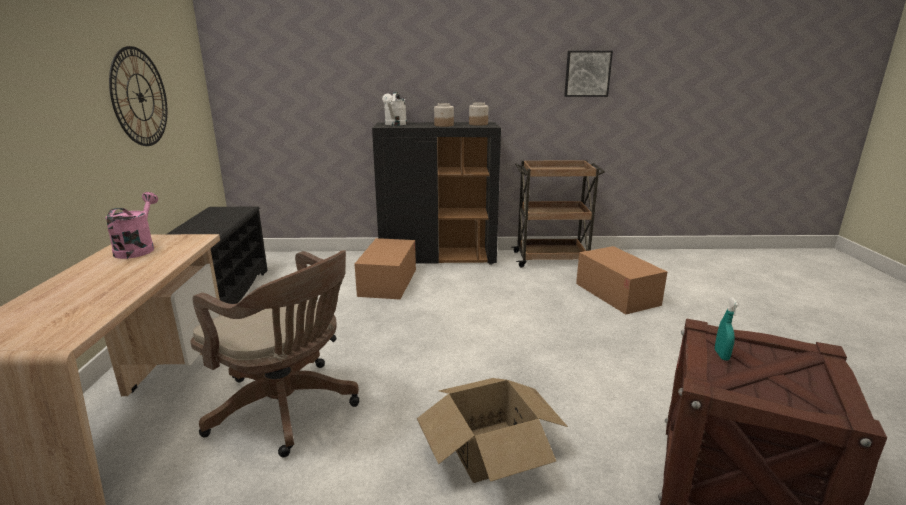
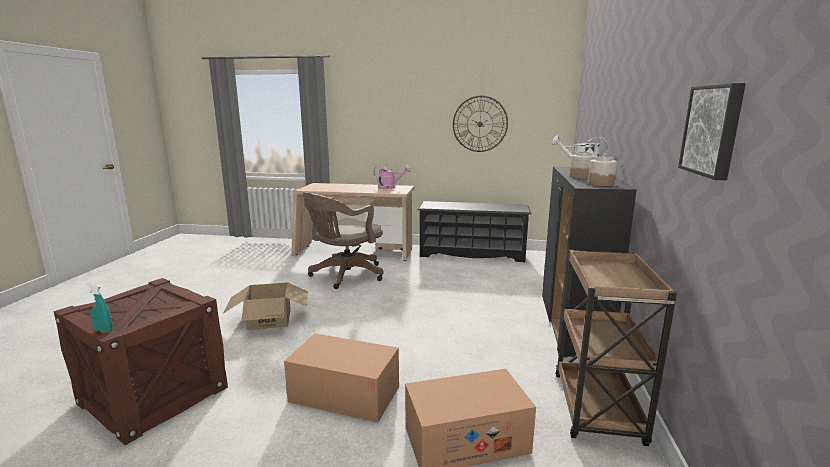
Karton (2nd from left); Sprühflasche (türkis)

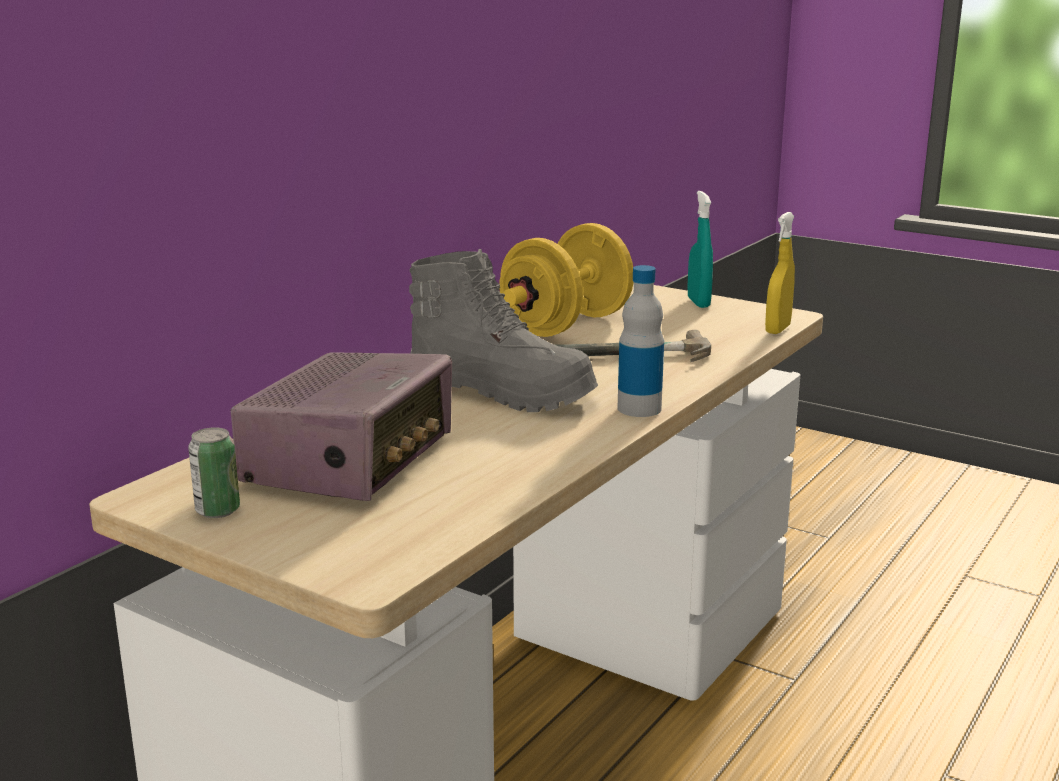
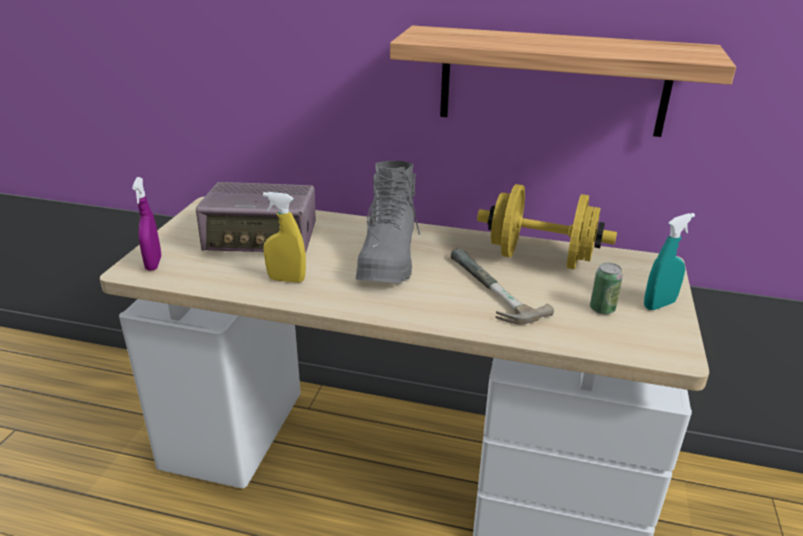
Flasche; Sprühflasche (lila); Wandregal; Dose; Sprühflasche (gelb)

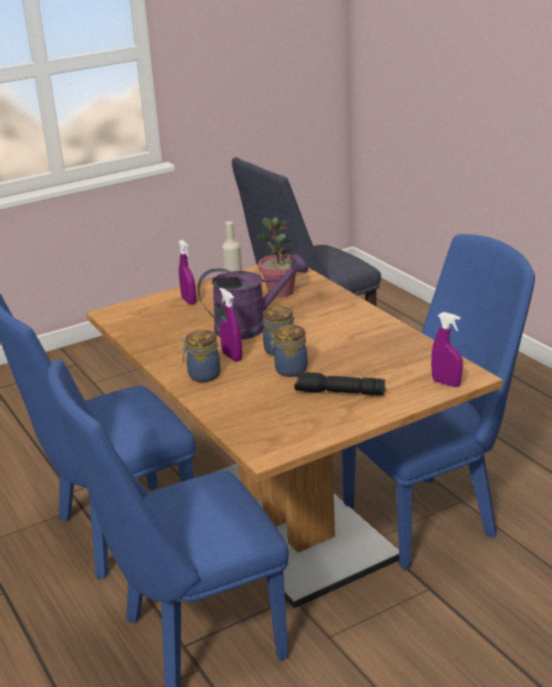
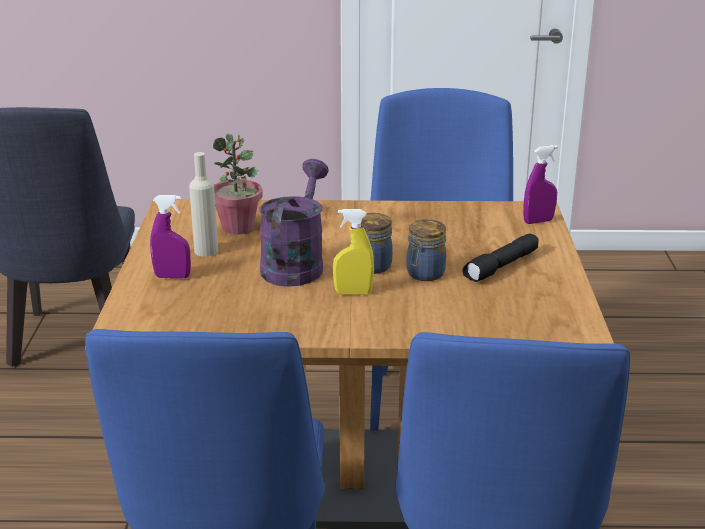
Vorratsglas (1st from left in the first image); Sprühflasche (gelb)

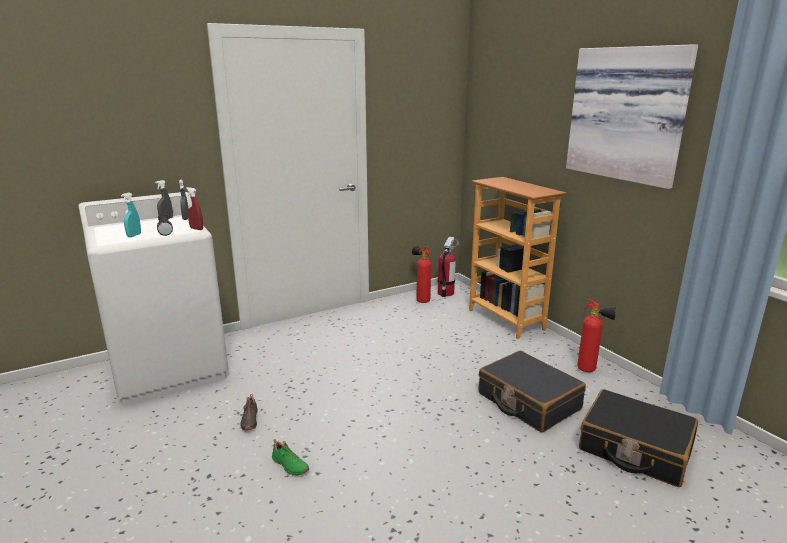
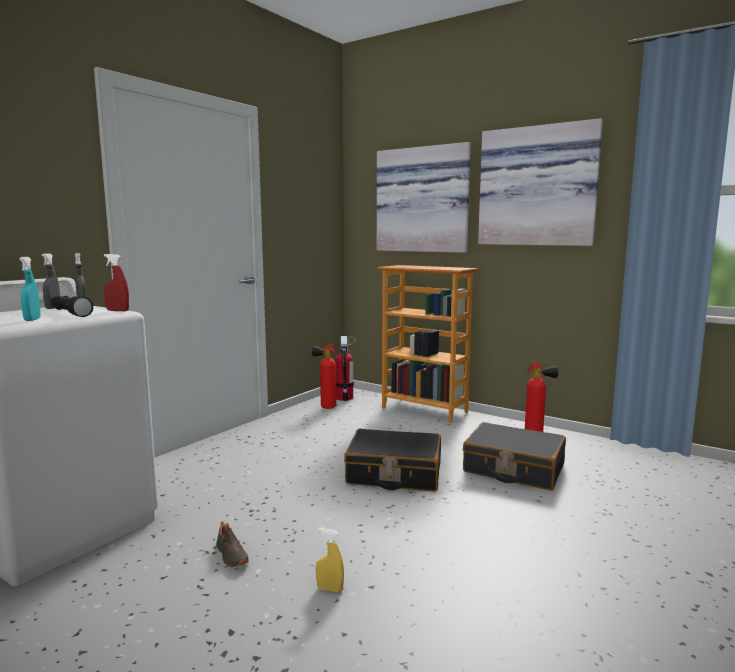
Bild (1st from left); Koffer (schwarz) (1st from left); Sprühflasche (gelb)

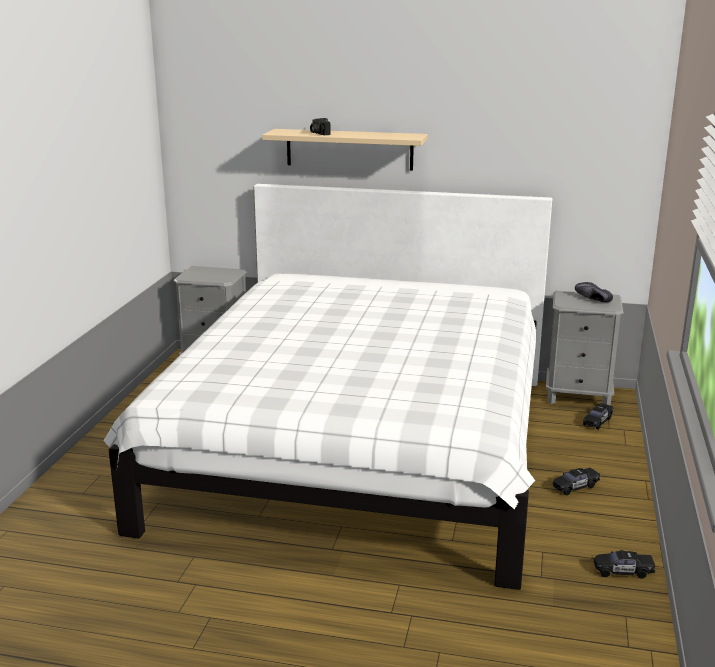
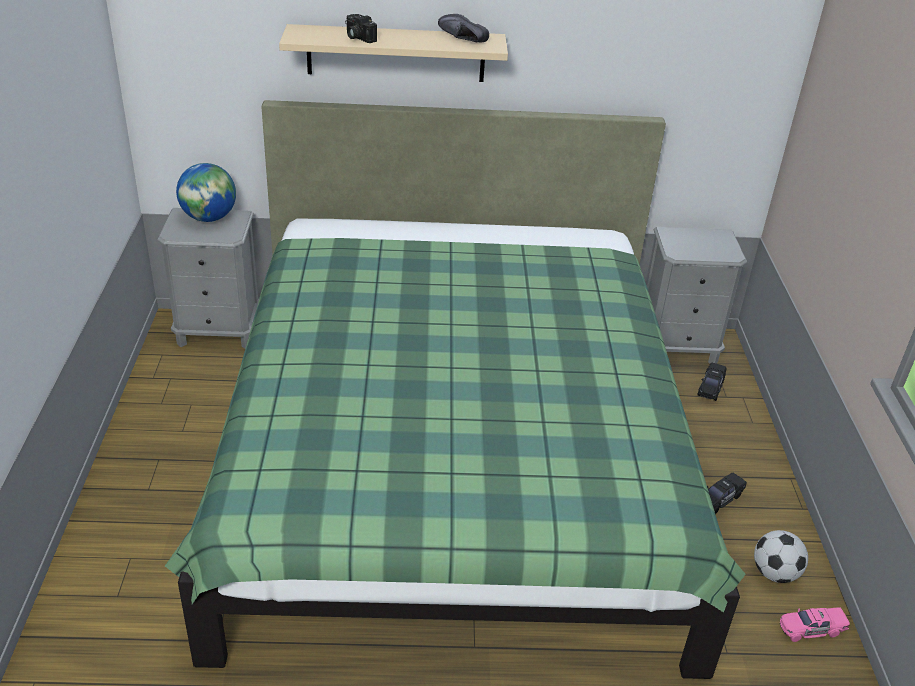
Globus; Fußball; Schuh (schwarz); Bett (grün); Spielzeugauto (rosa)

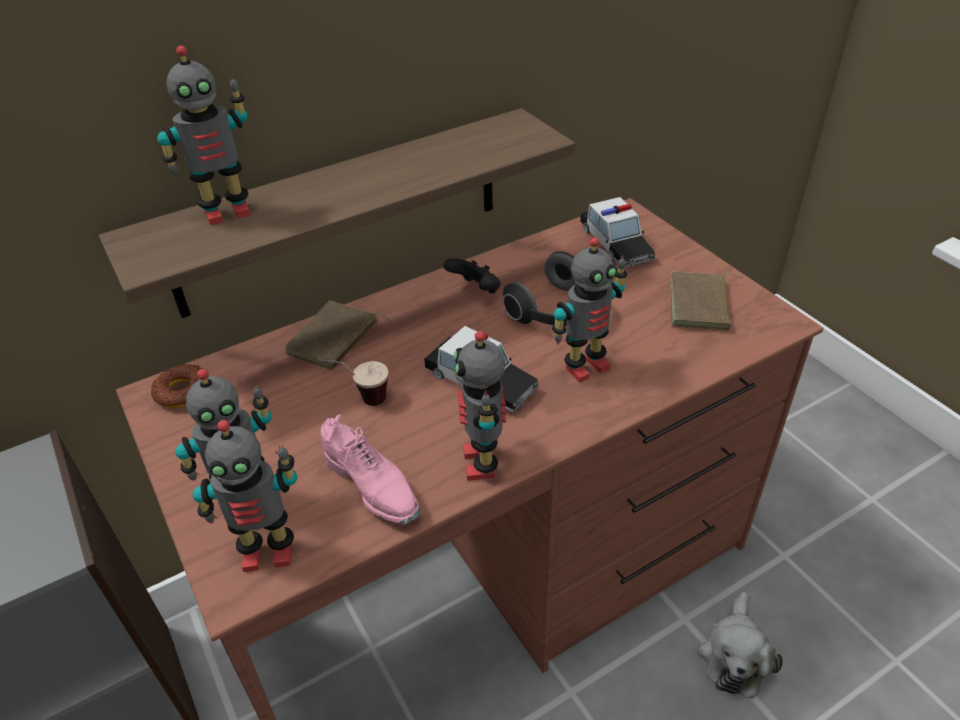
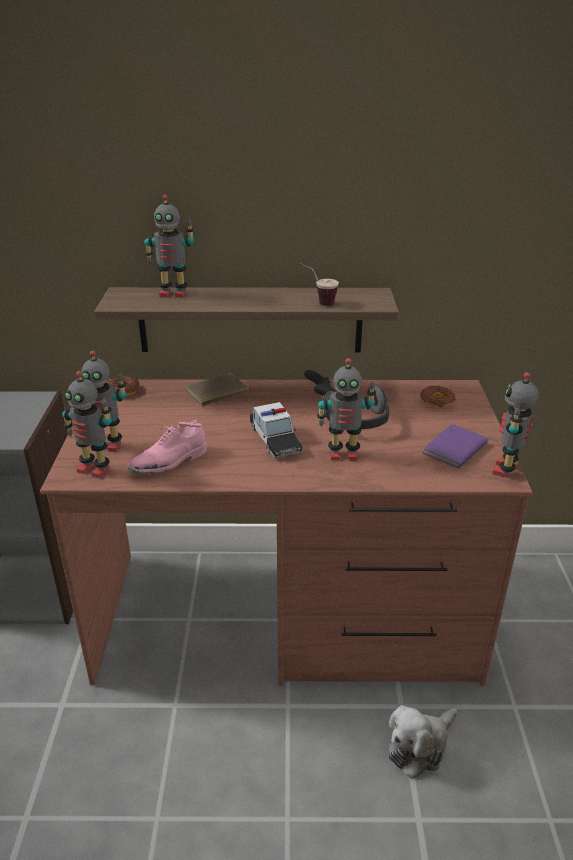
Tasse; Spielzeugroboter (5th from left); Donut (2nd from left); Buch (lila); Schuh (rosa)

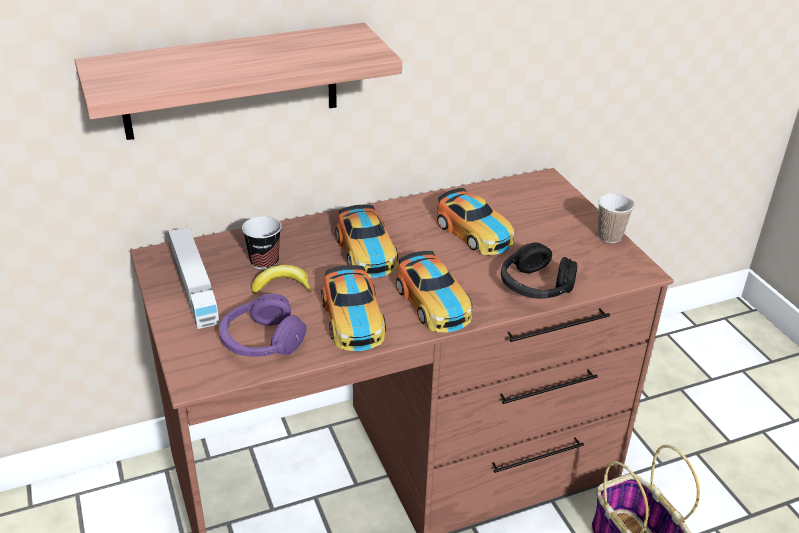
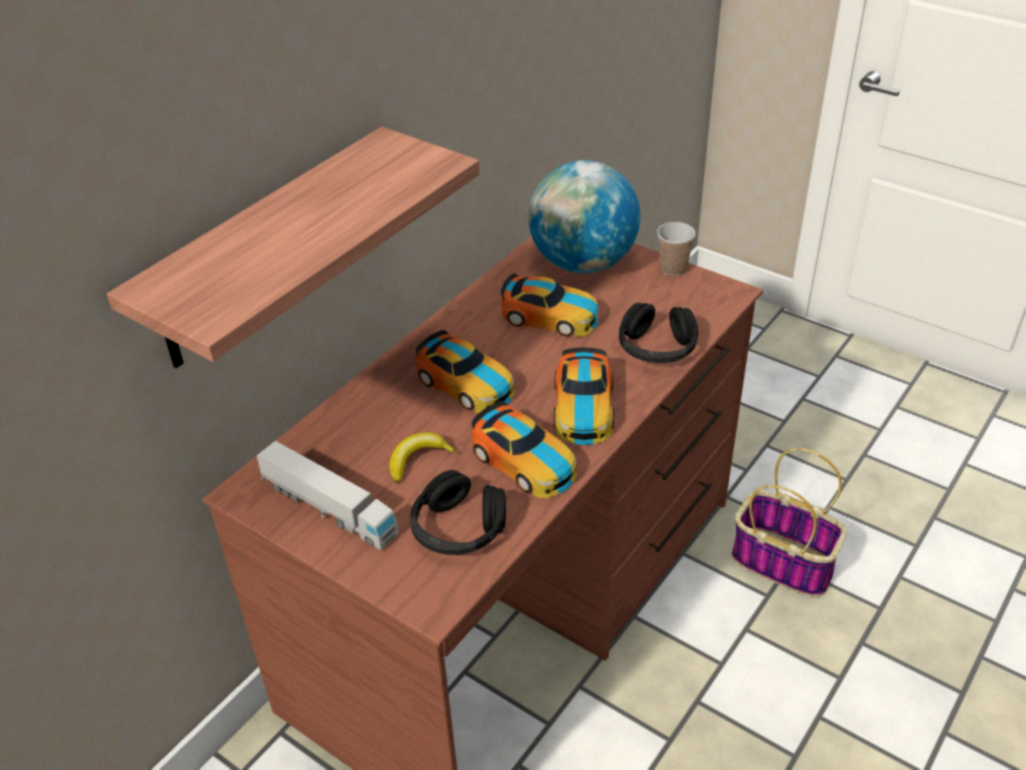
Tasse (1st from left in the first image); Globus; Kopfhörer (schwarz) (1st from left); Spielzeugauto (4th from left)

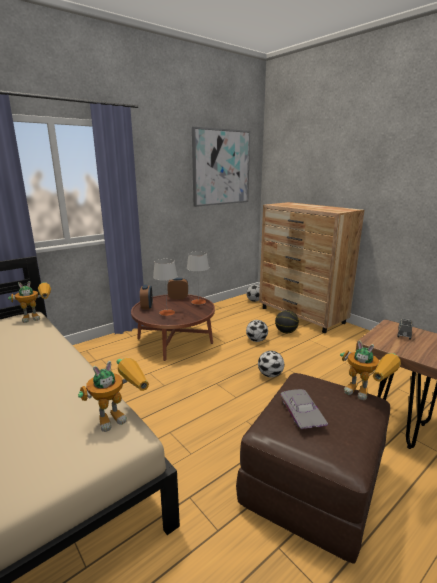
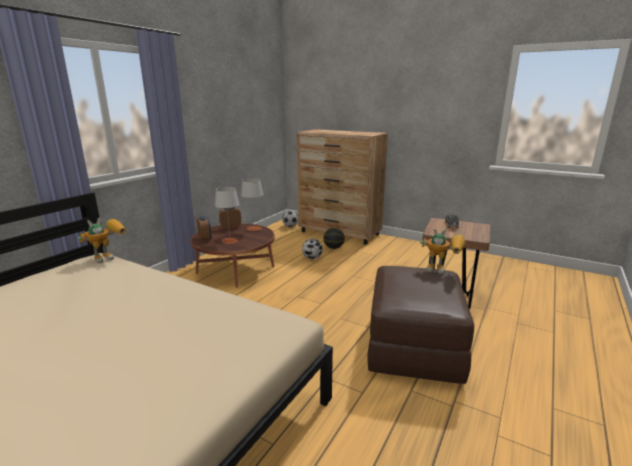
Spielzeugroboter (2nd from left in the first image); Bild; Fußball (3rd from left in the first image); Spielzeugauto (grau) (1st from left in the first image)

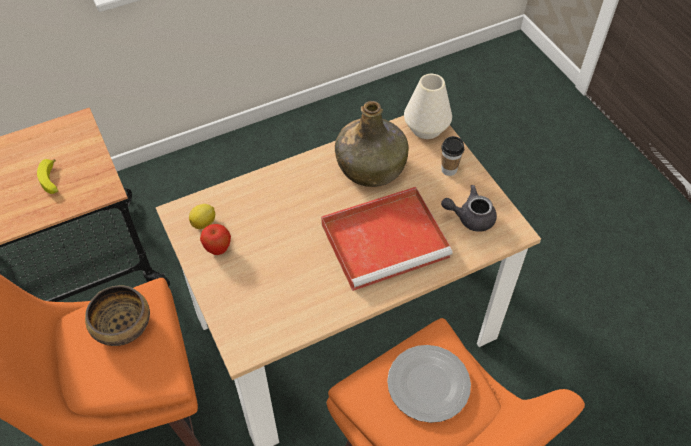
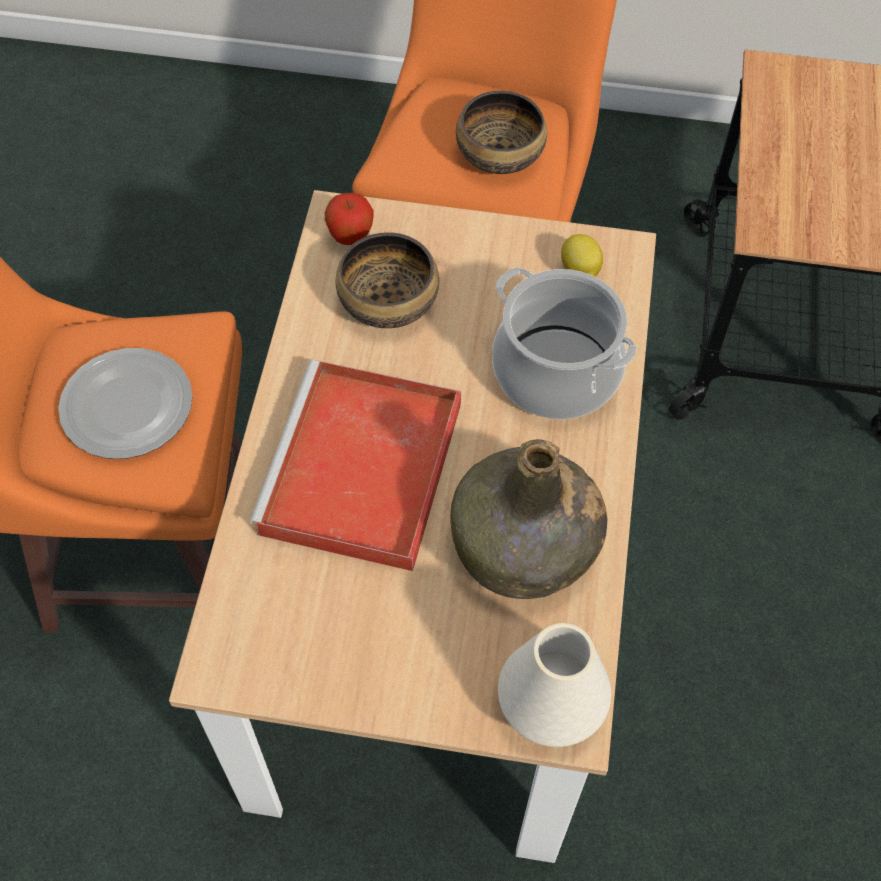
Banane; Tasse; Teekanne (grau); Schüssel (1st from left); Kochtopf; Apfel

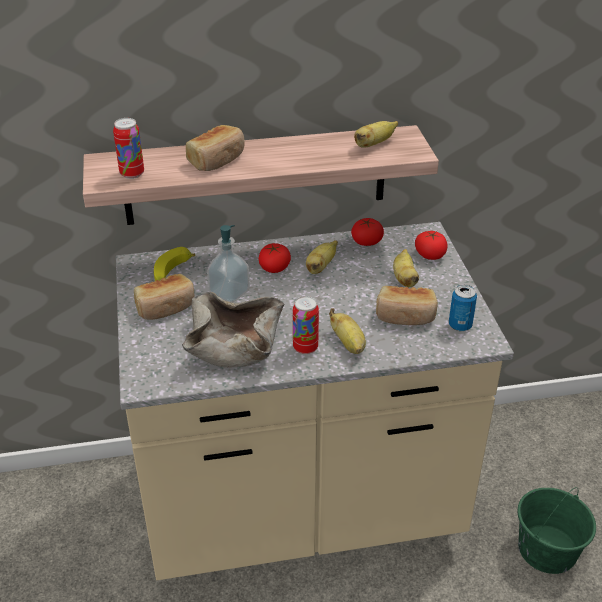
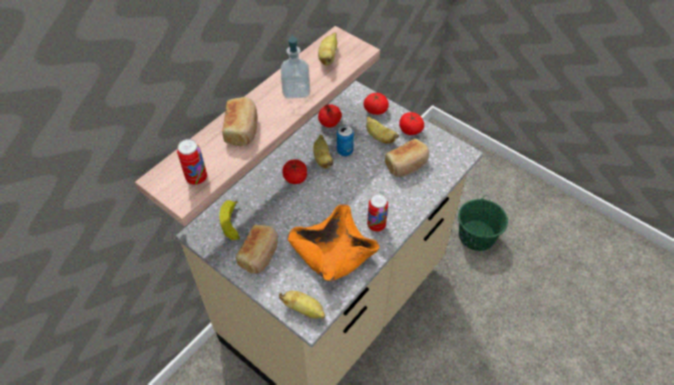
Tomate (4th from left); Seifenspender; Banane (2nd from left); Dose (2nd from left); Schüssel (orange)

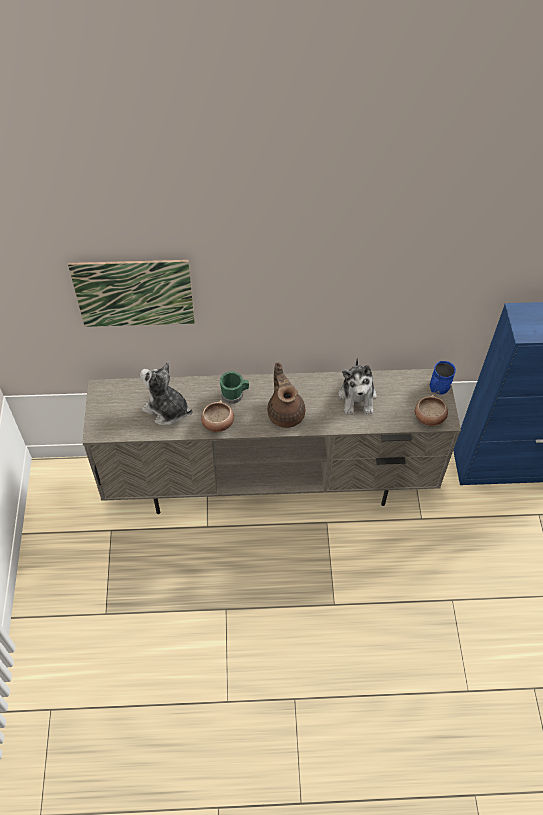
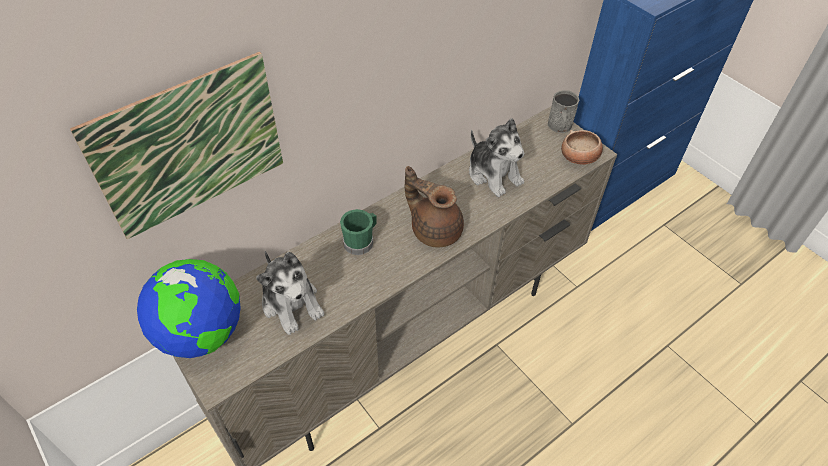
Schüssel (1st from left in the first image); Globus; Henkelbecher (grau); Plüschtier (1st from left)

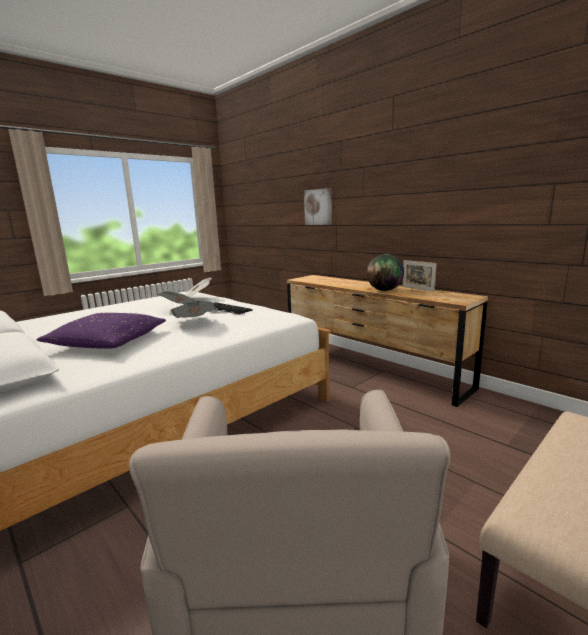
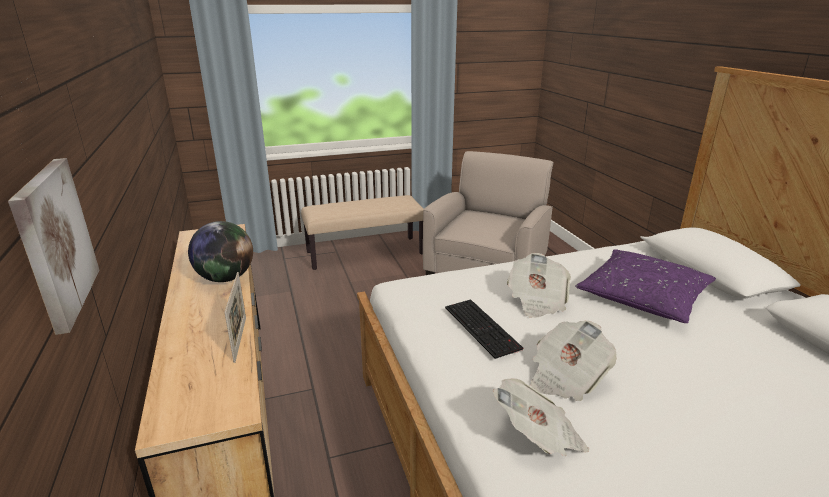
Bilderrahmen

